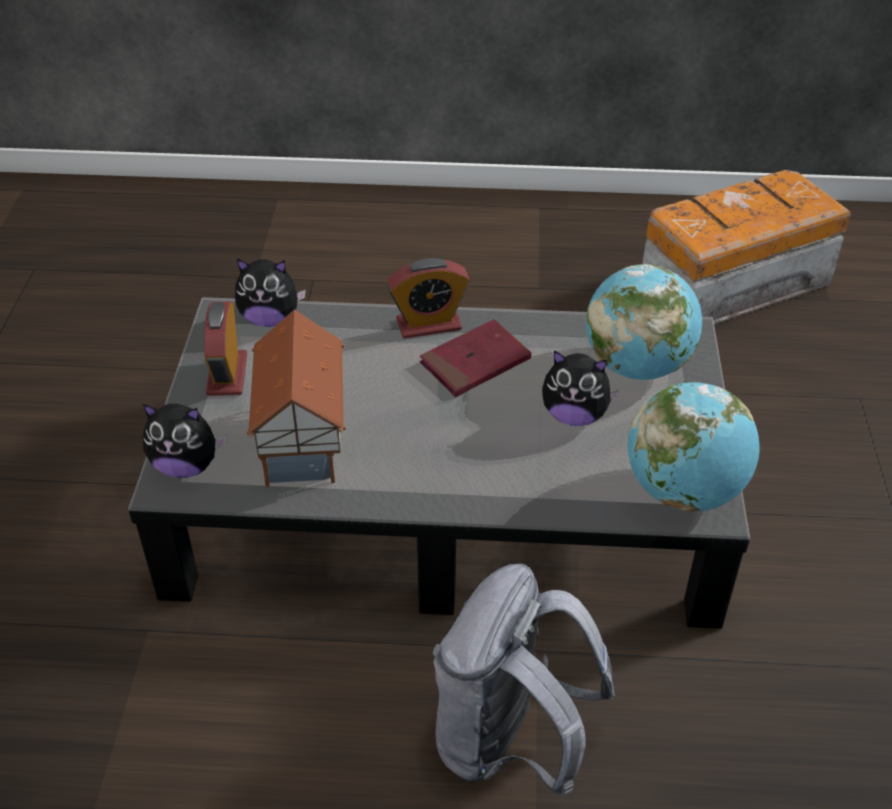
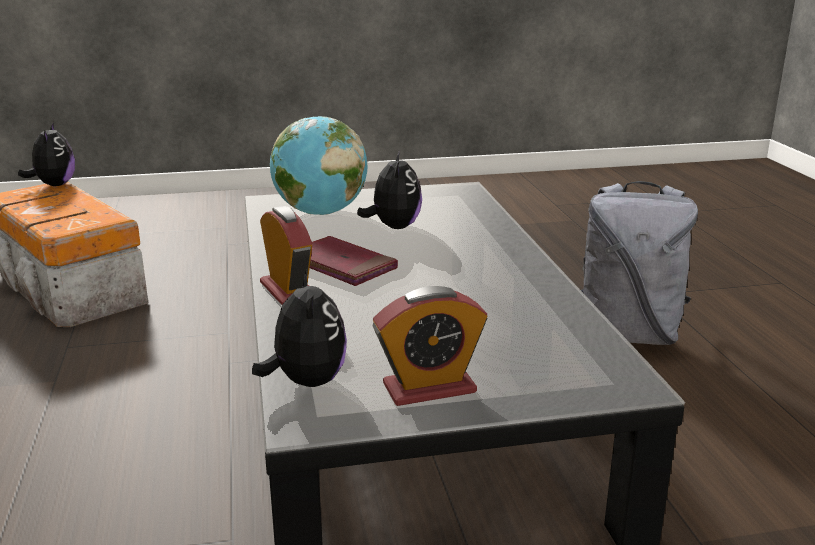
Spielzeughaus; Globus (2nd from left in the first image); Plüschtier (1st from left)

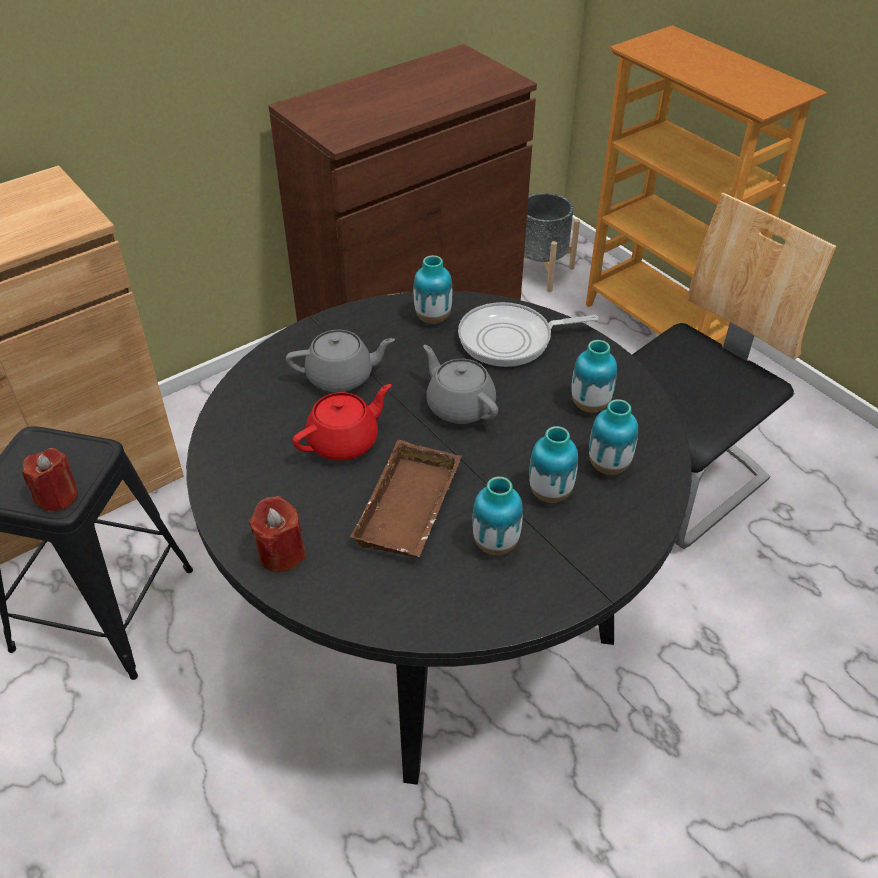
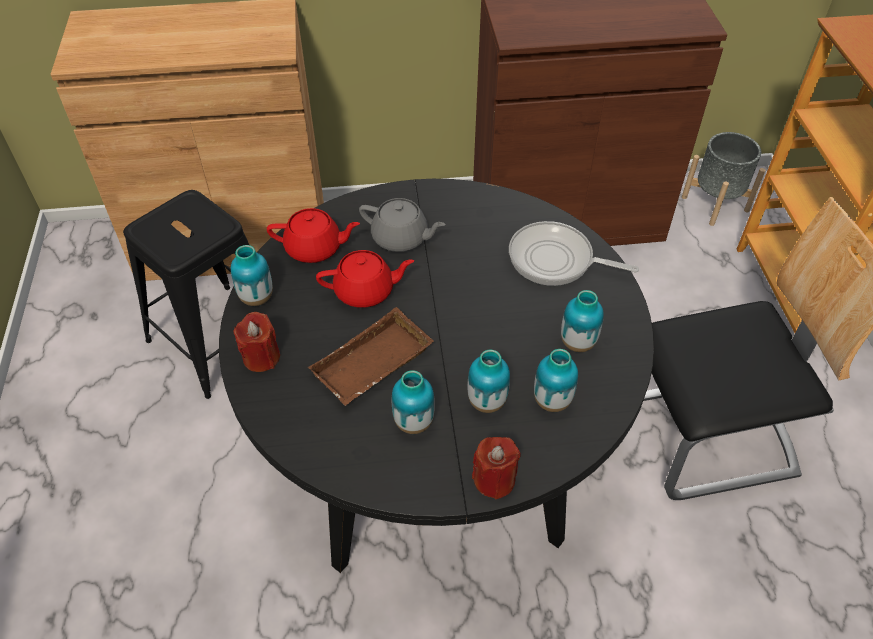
Teekanne (grau) (2nd from left in the first image); Teekanne (rot) (1st from left); Kerze (rot) (2nd from left); Vase (1st from left)

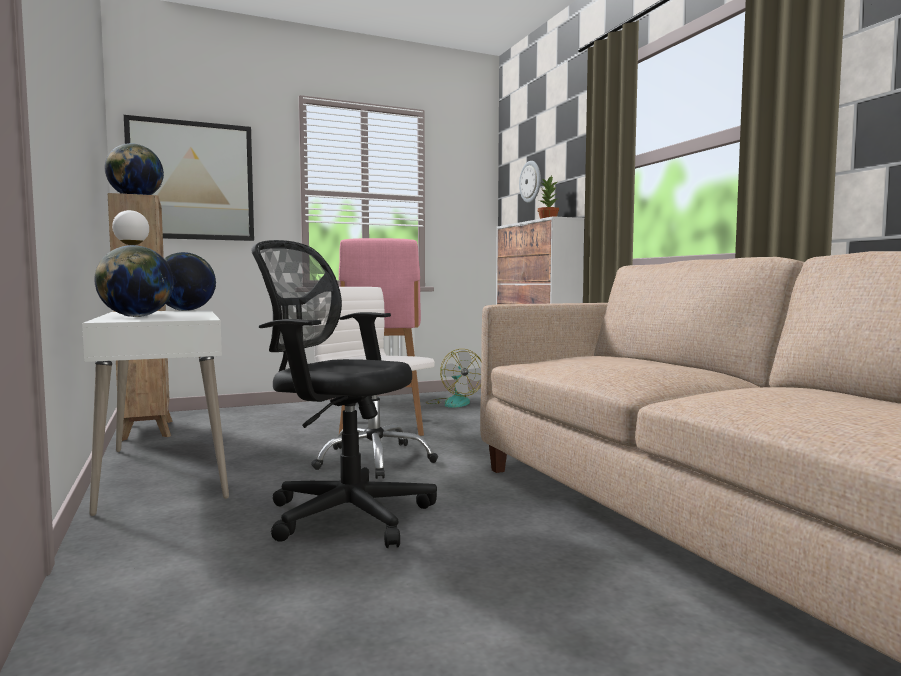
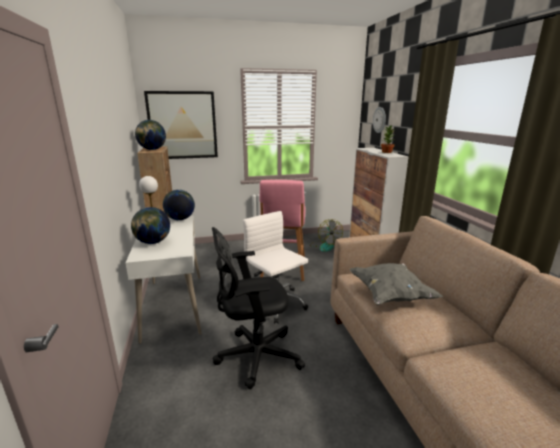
Kissen (grau); Bürostuhl (schwarz)

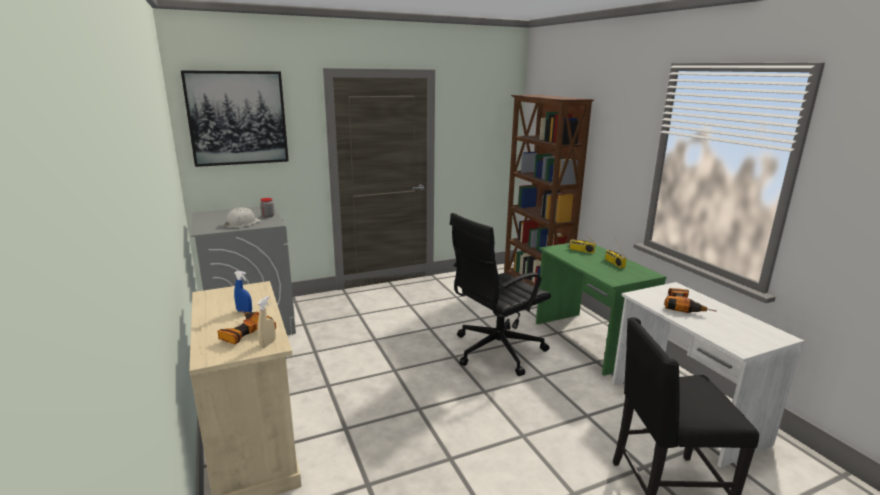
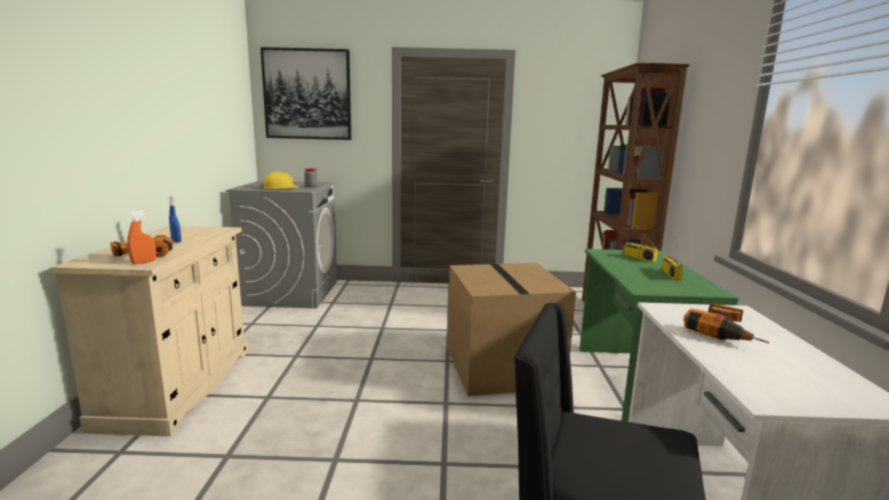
Karton; Schutzhelm (gelb); Sprühflasche (orange)

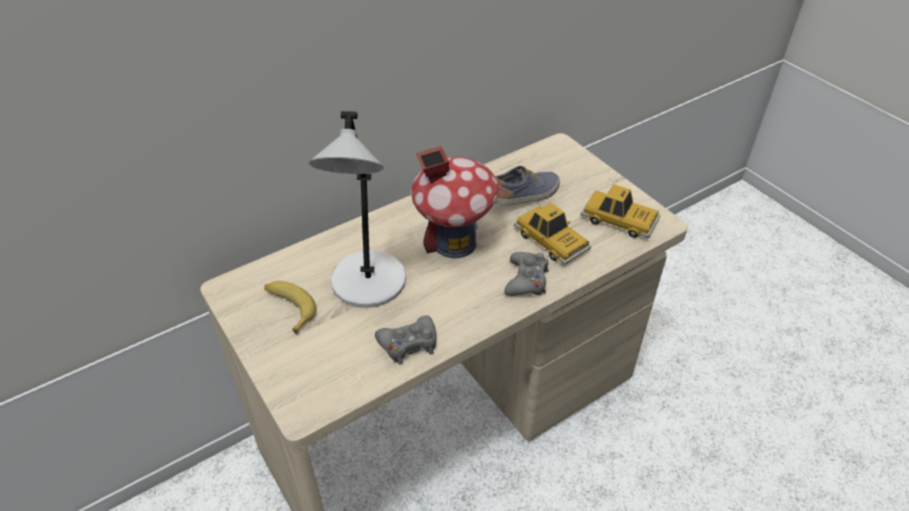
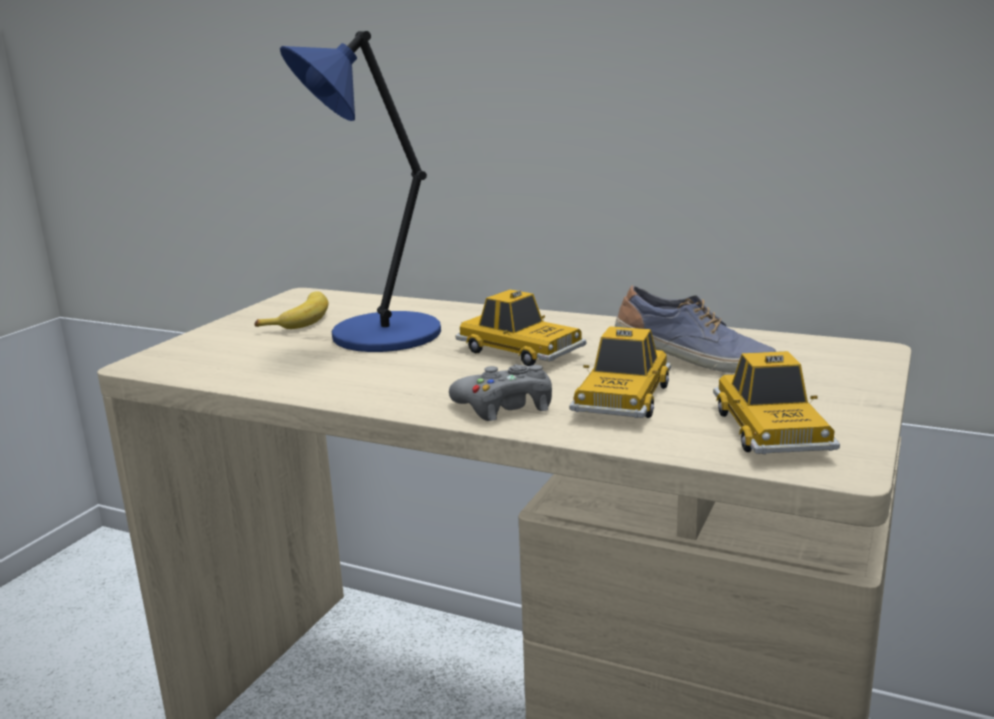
Gamepad (grau) (1st from left in the first image); Spielzeugauto (1st from left); Tischlampe (blau)

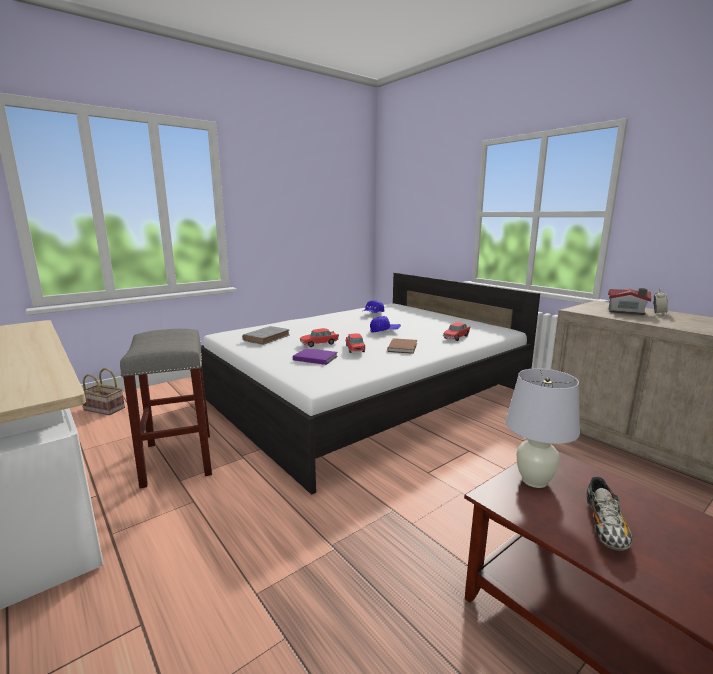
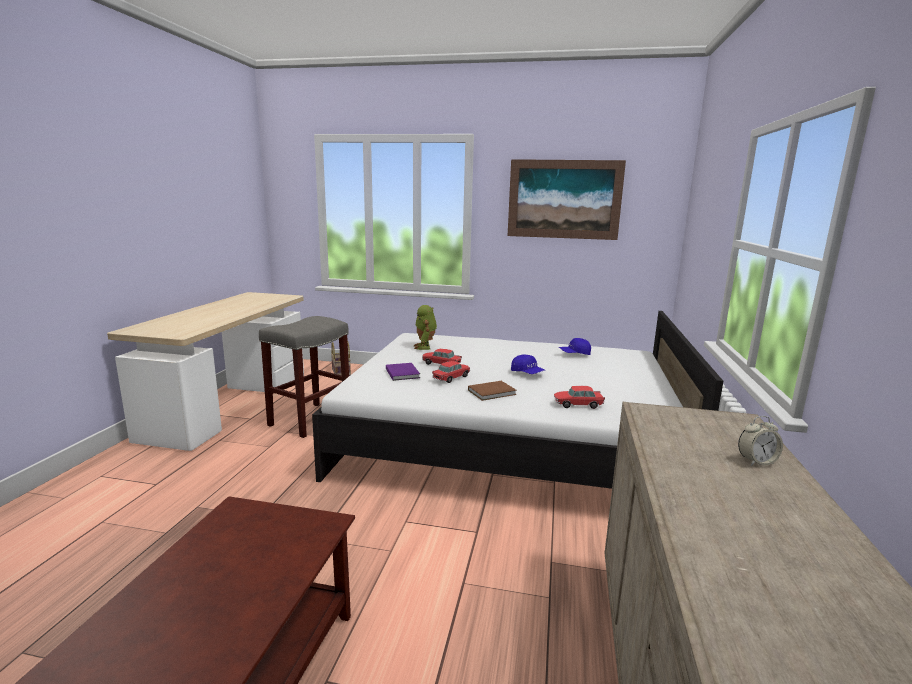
Tischlampe (weiß); Schuh; Spielzeughaus; Bild; Spielzeugroboter

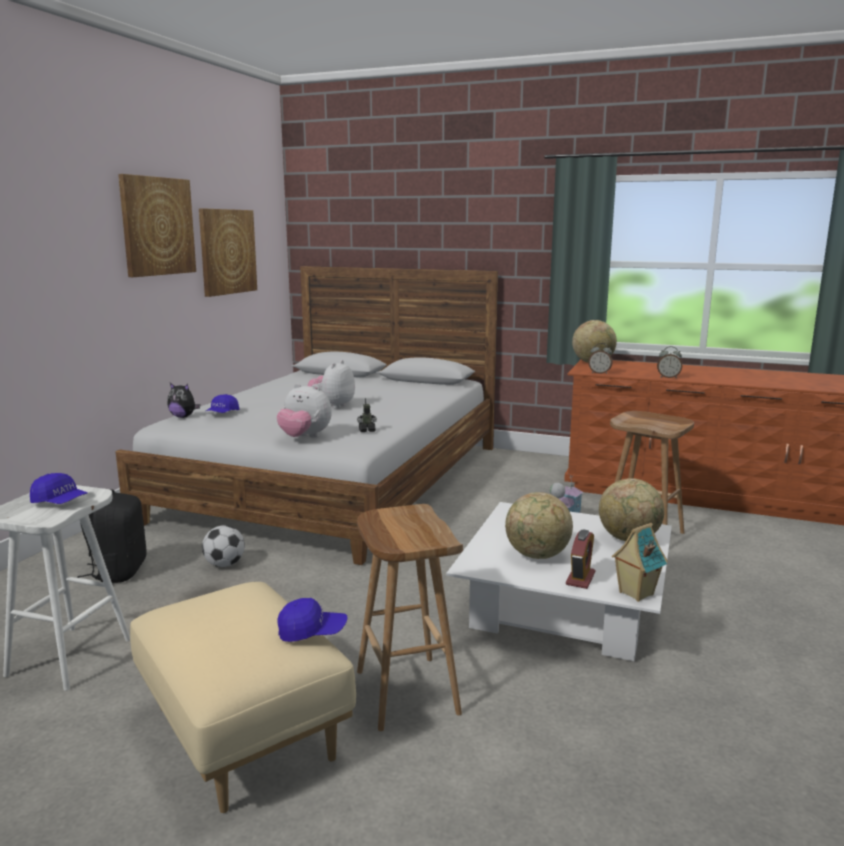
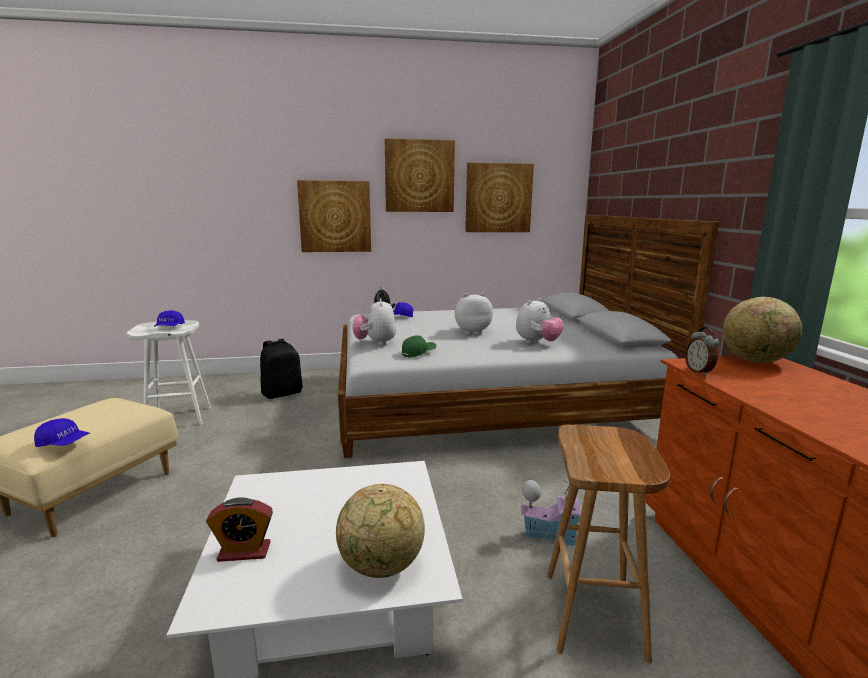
Fußball; Hocker (braun) (1st from left in the first image); Globus (1st from left in the first image); Spielzeughaus (2nd from left in the first image); Wecker (3rd from left in the first image); Bild (1st from left); Plüschtier (4th from left); Kappe (grün); Kappe (blau) (1st from left)

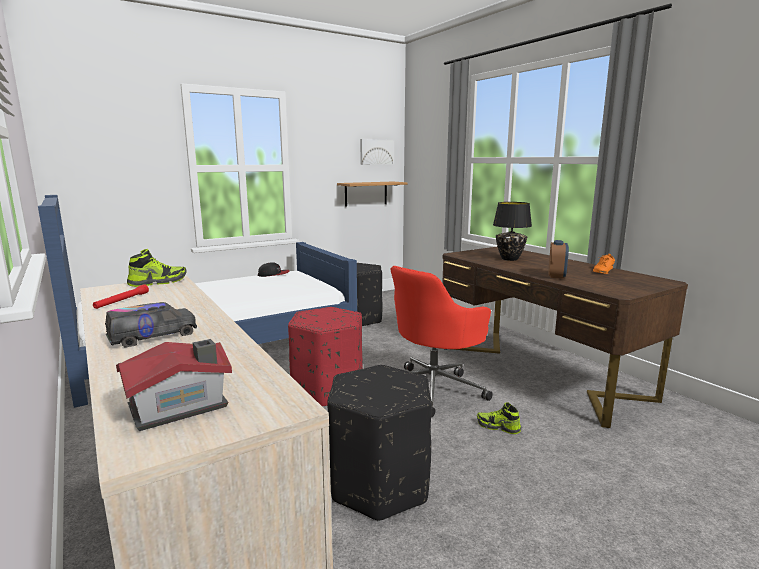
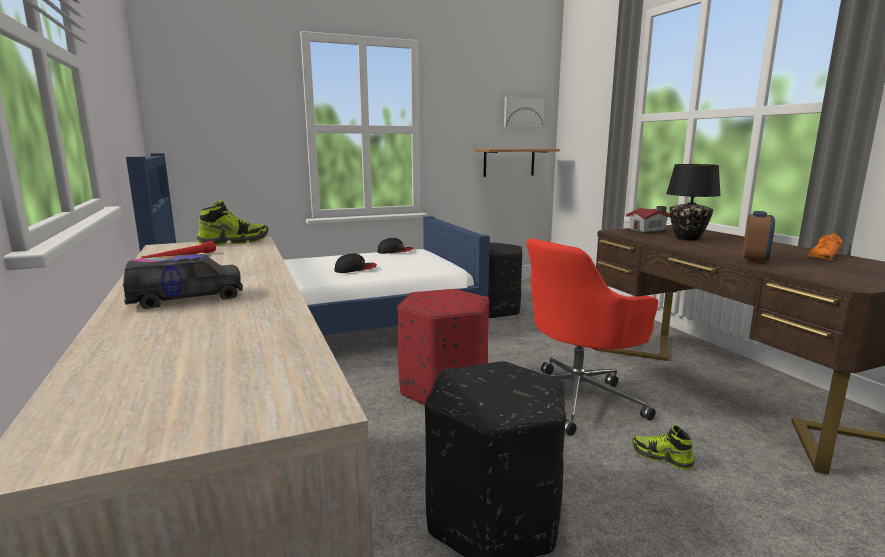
Kappe (1st from left); Spielzeughaus

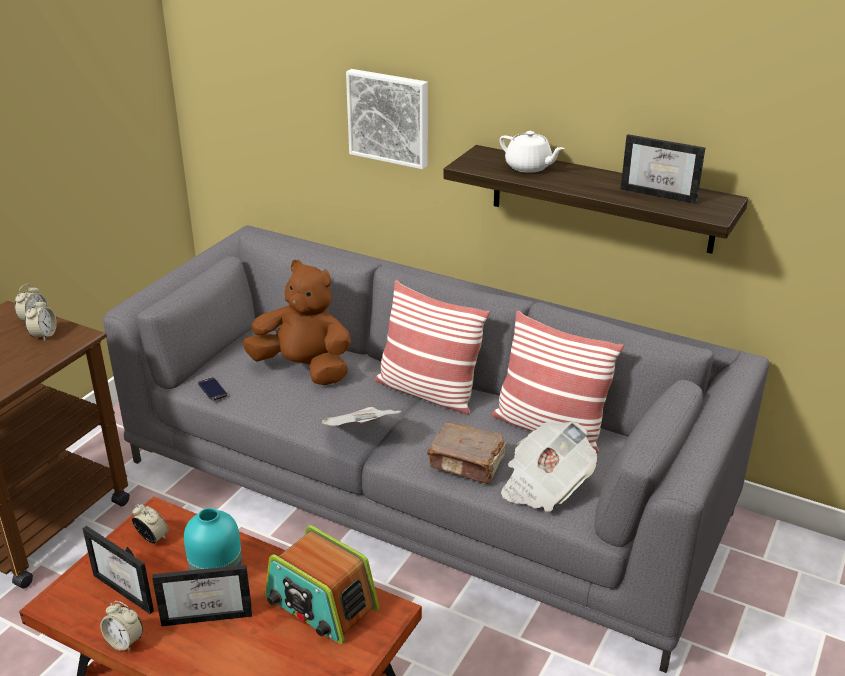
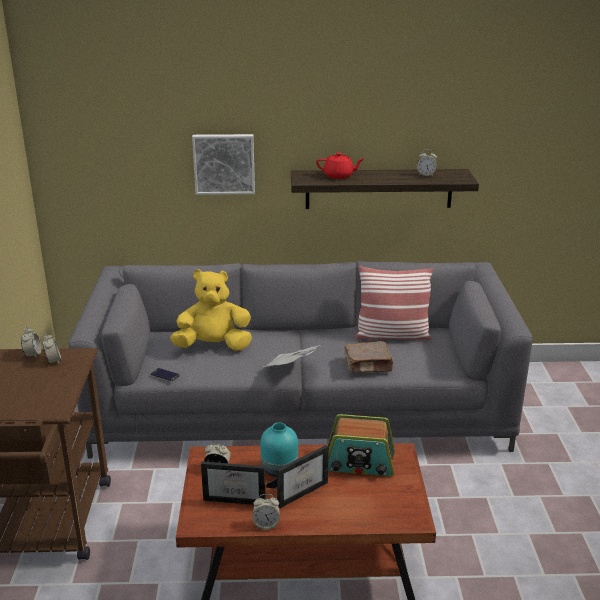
Kissen (1st from left in the first image); Zeitung (2nd from left in the first image); Wecker (5th from left); Plüschtier (gelb); Teekanne (rot)

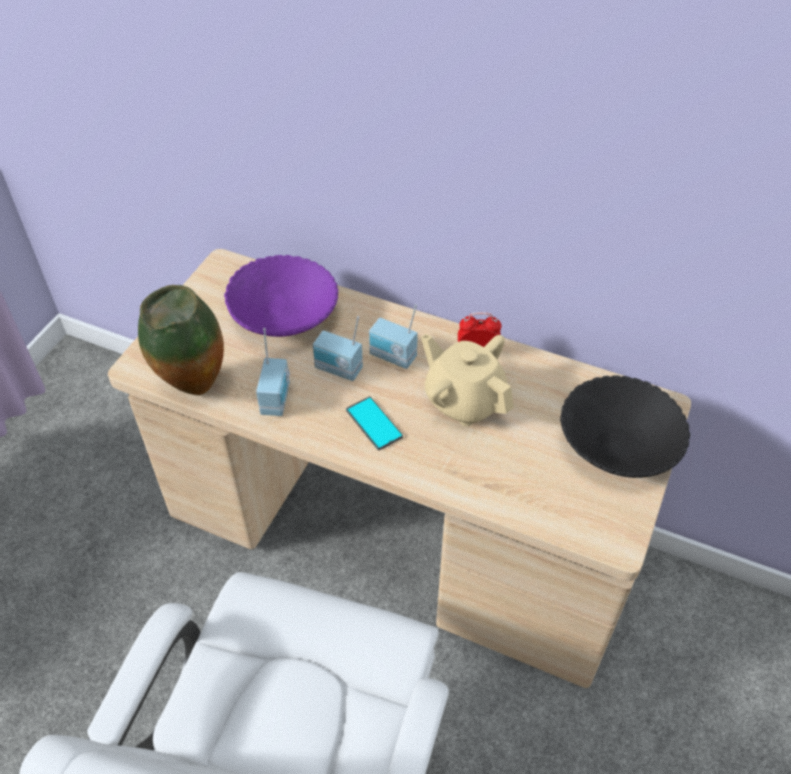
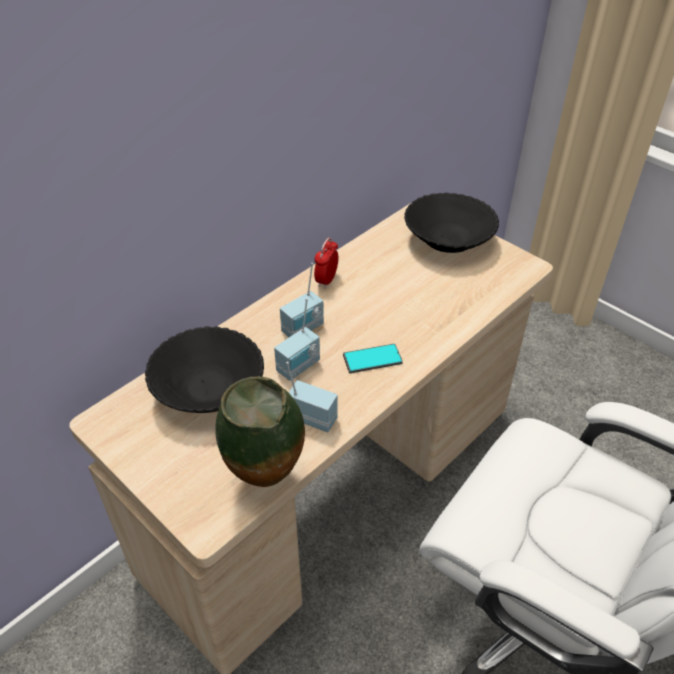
Teekanne (beige); Schüssel (schwarz) (1st from left)

